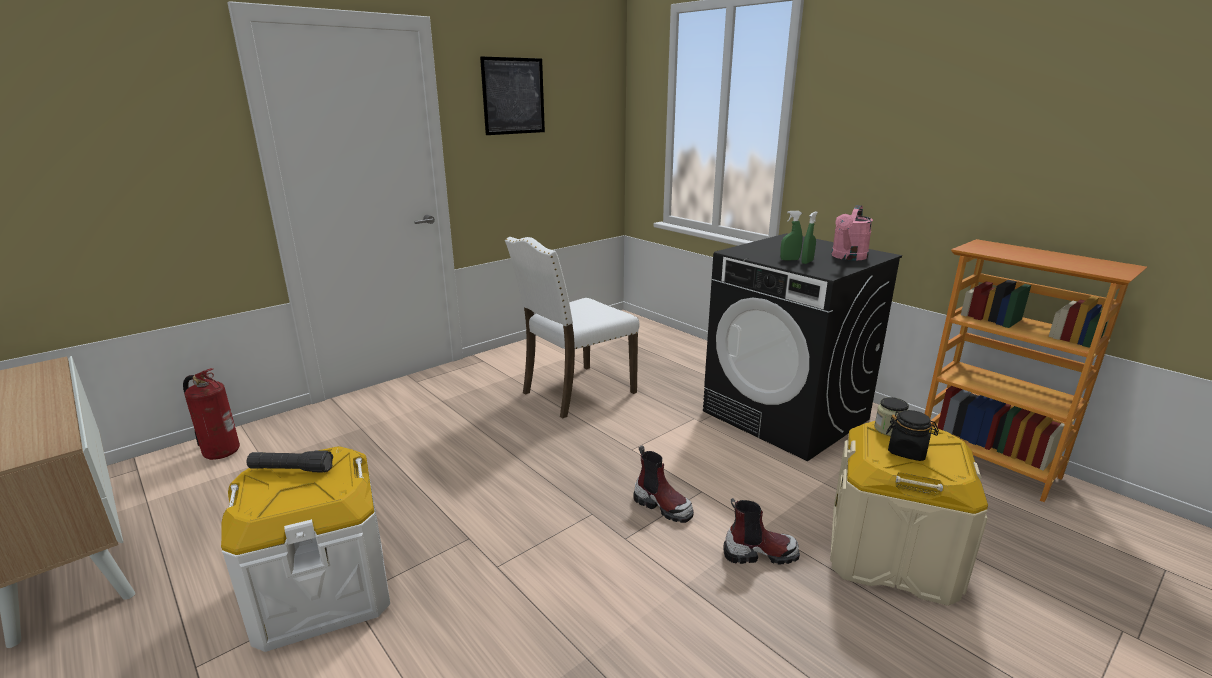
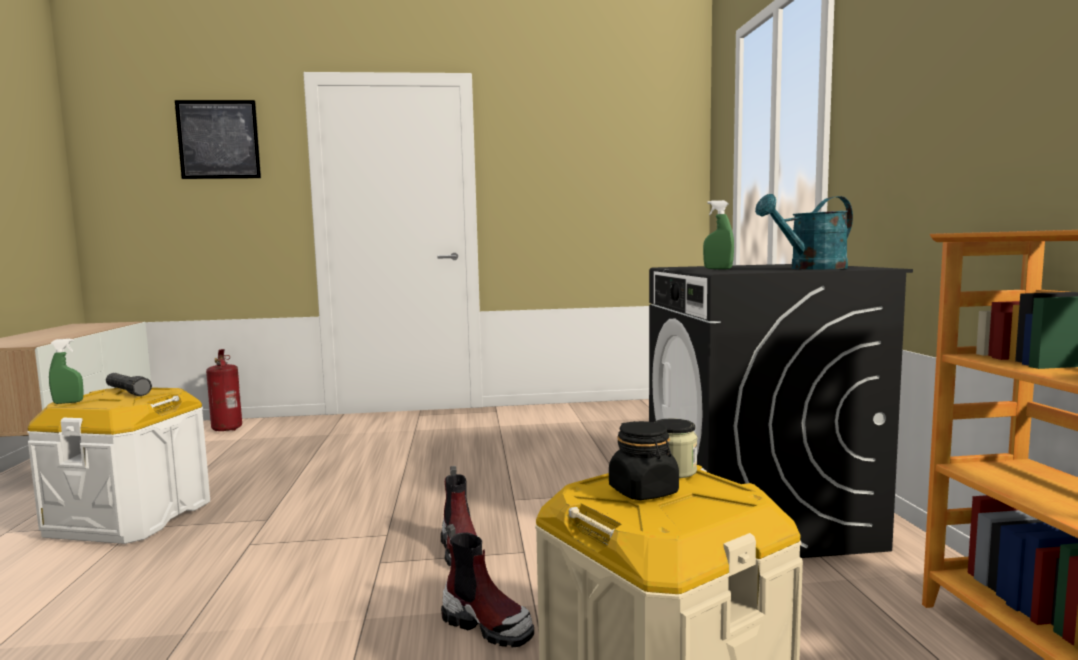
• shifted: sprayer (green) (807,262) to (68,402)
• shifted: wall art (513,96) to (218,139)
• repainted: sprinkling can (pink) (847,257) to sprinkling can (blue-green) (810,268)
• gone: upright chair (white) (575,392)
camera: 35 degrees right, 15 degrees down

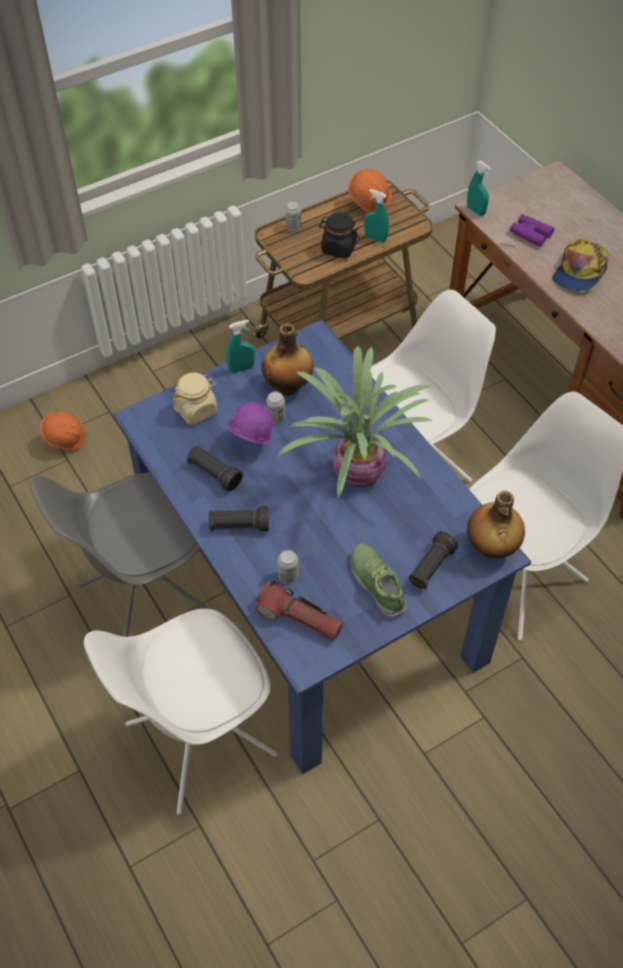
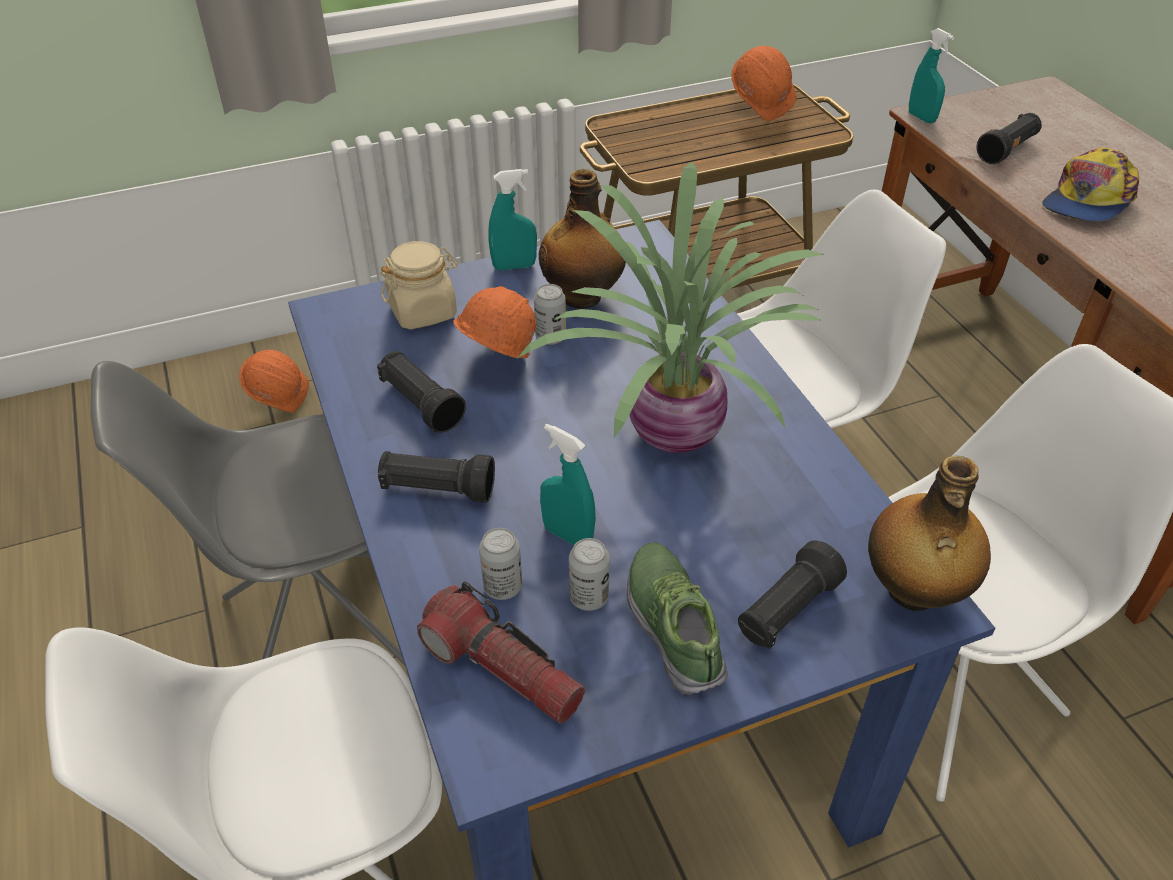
• repainted: work helmet (purple-coloured) (249,443) to work helmet (orange-coloured) (496,366)
• shifted: sprayer (blue-green) (375,238) to (567,535)
• shifted: can (293,227) to (589,597)
• swapped: pair of binoculars (purple-coloured) (530,234) to hand torch (black-coloured) (1007,150)
• gone: storage jar (black-coloured) (338,248)
camera: 10 degrees right, 10 degrees down

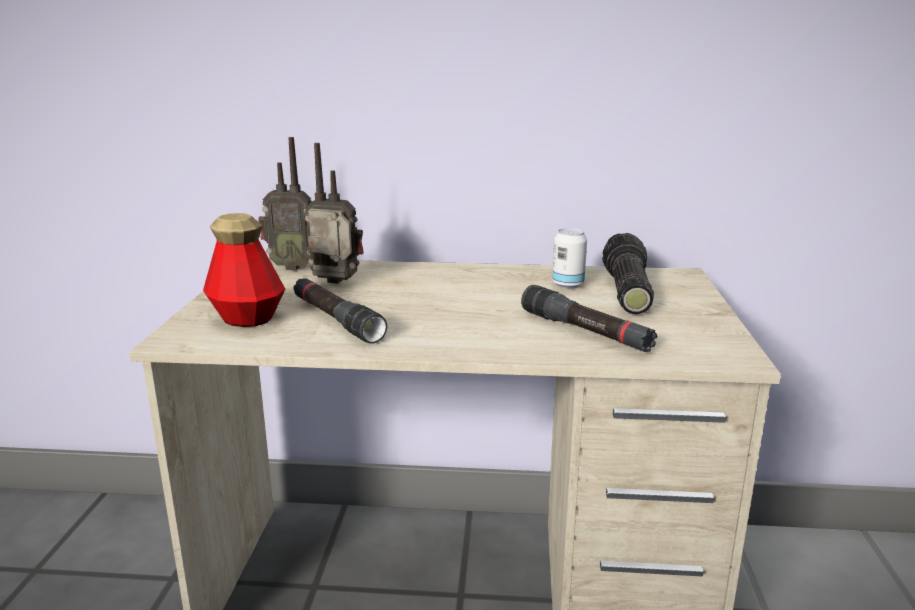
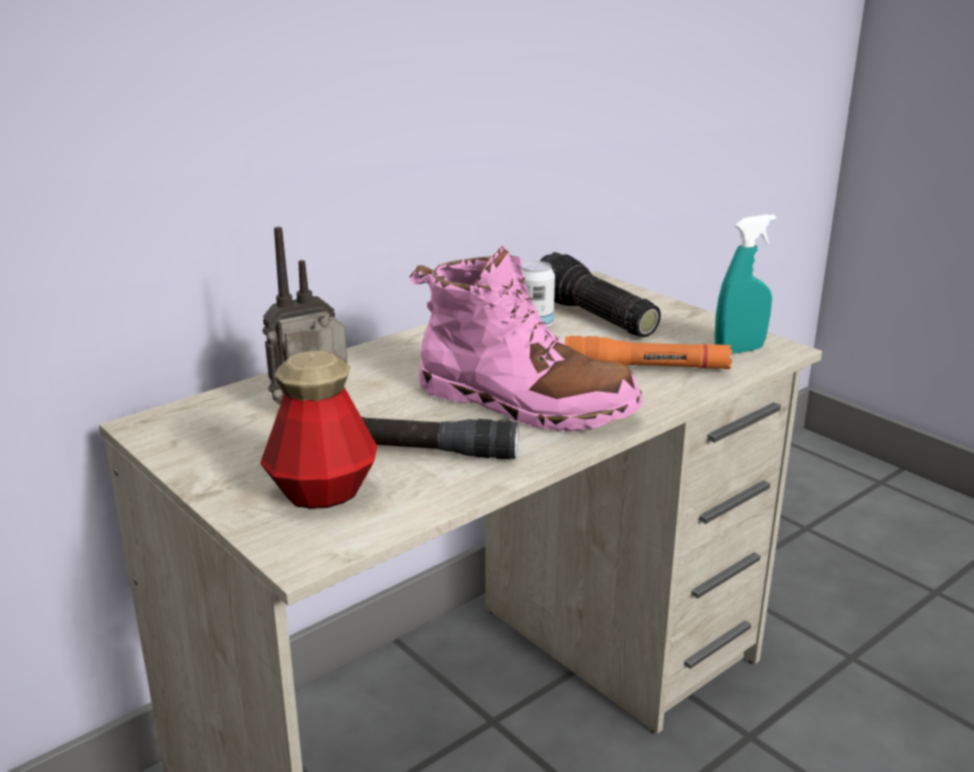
• new: high-top boot (pink) (524,403)
• repainted: hand torch (black-coloured) (585,331) to hand torch (orange-coloured) (646,369)
• new: sprayer (blue-green) (739,350)
• gone: radio set (292,267)
camera: 45 degrees left, 5 degrees up

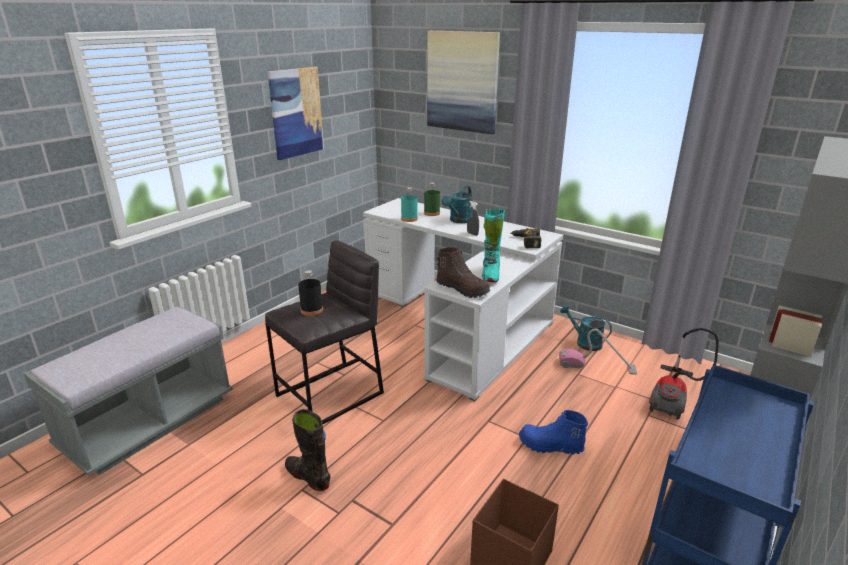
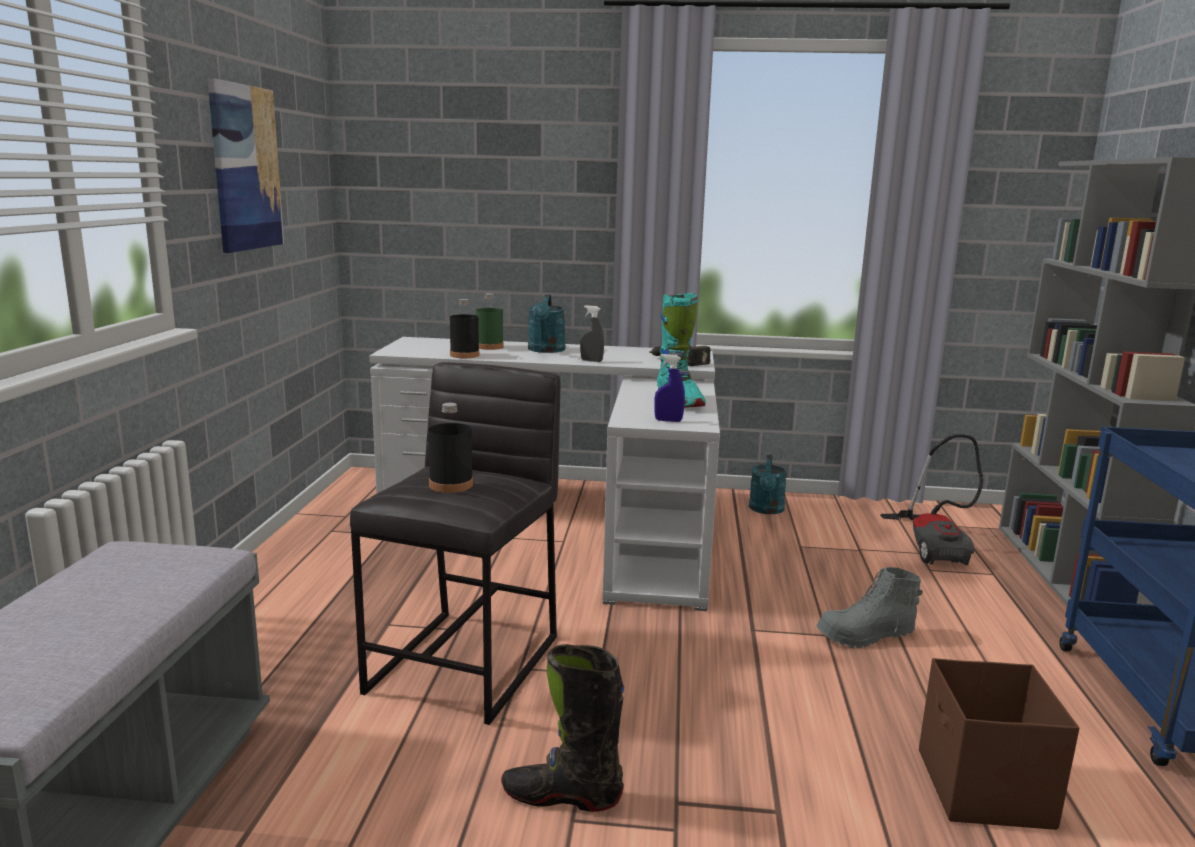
• repainted: beverage bottle (blue-green) (409,219) to beverage bottle (black-coloured) (464,355)
• swapped: high-top boot (brown) (463,289) to sprayer (blue-coloured) (668,420)
• rotated: sprinkling can (blue-green) (584,342) = (766,510) 90 degrees counterclockwise
• repainted: high-top boot (blue-coloured) (550,446) to high-top boot (greyish) (866,636)
• gone: wall art (462,82)
• gone: vacuum cleaner (596,366)
camera: 30 degrees left, 10 degrees down

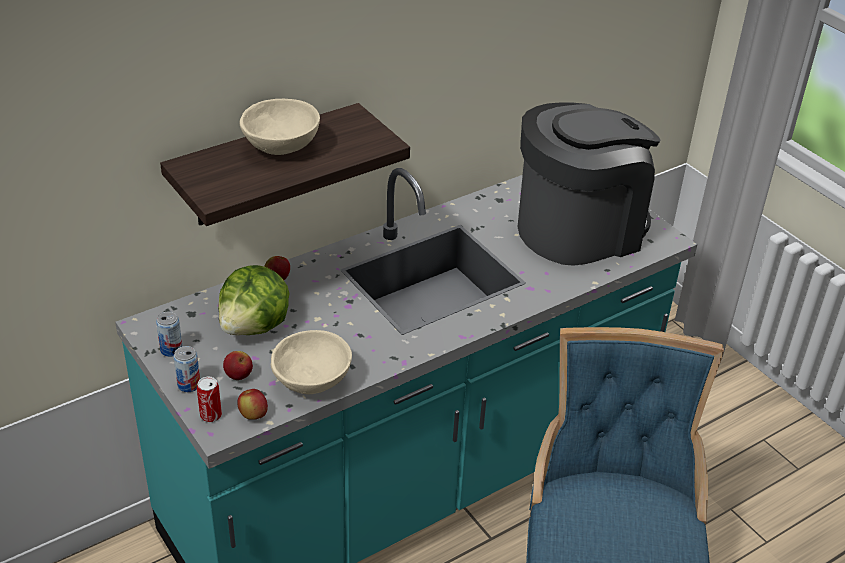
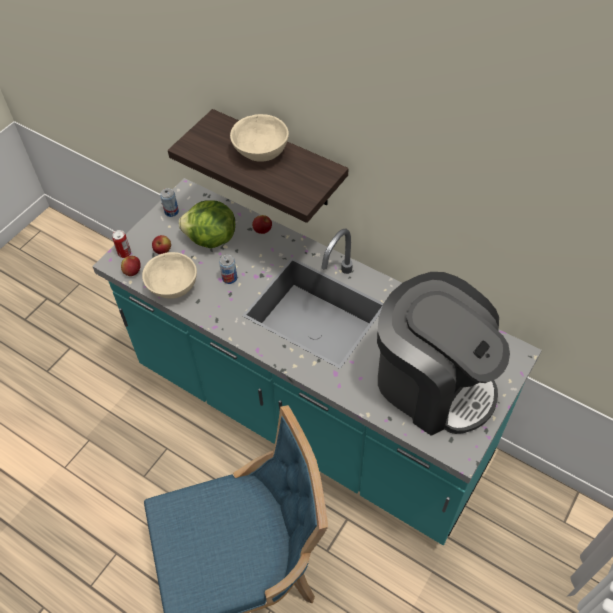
• shifted: can (189,385) to (229,278)
camera: 70 degrees right, 15 degrees up

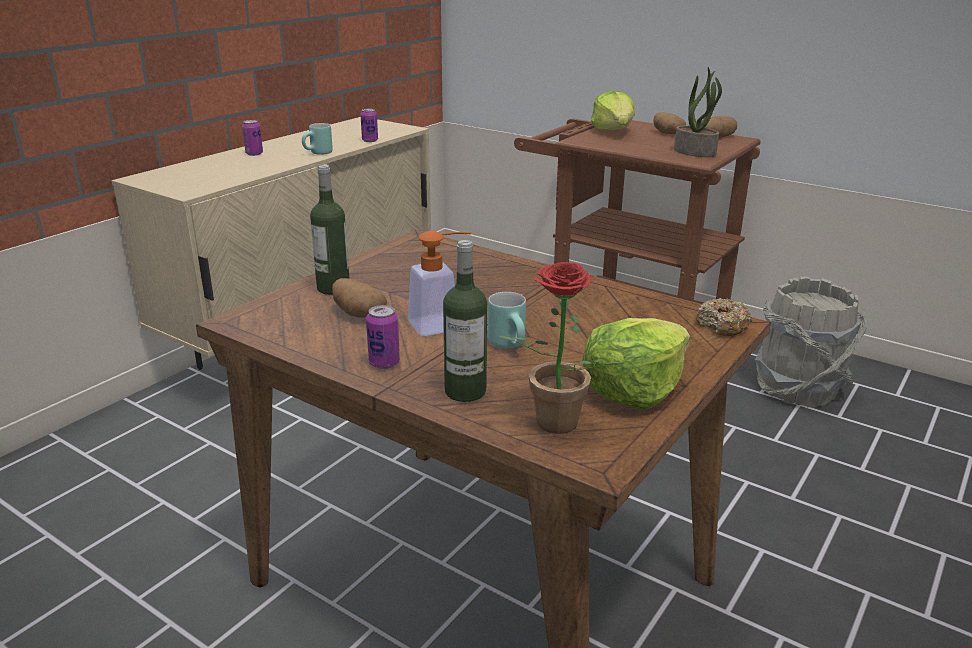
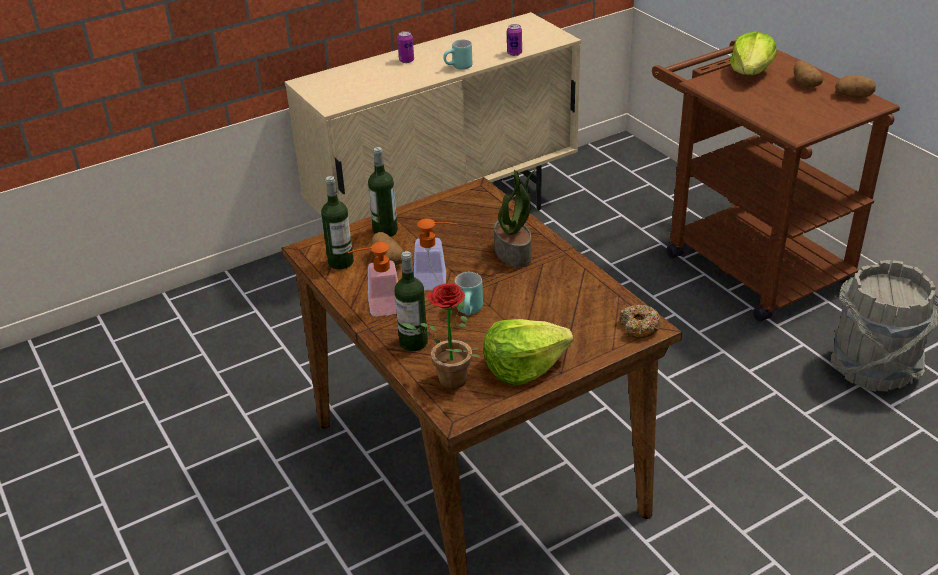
• new: beverage bottle (340,262)
• swapped: can (384,363) to liquid soap bottle (378,307)
• shifted: plant in a pot (695,152) to (514,253)
camera: 25 degrees right, 10 degrees up

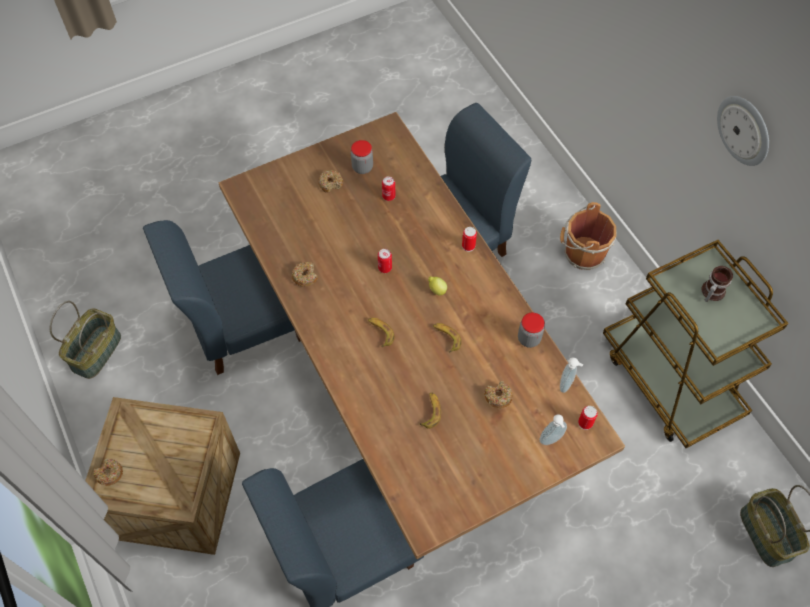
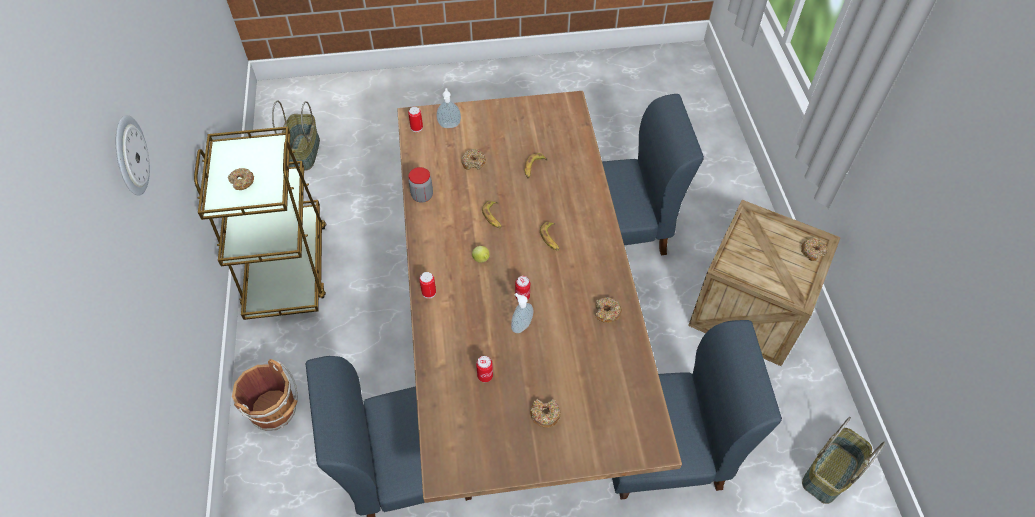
• swapped: tea mug (711,292) to doughnut (242,182)
• shifted: liquid soap bottle (566,384) to (521,325)
• gone: storage jar (362,167)
camera: 160 degrees left, 5 degrees down

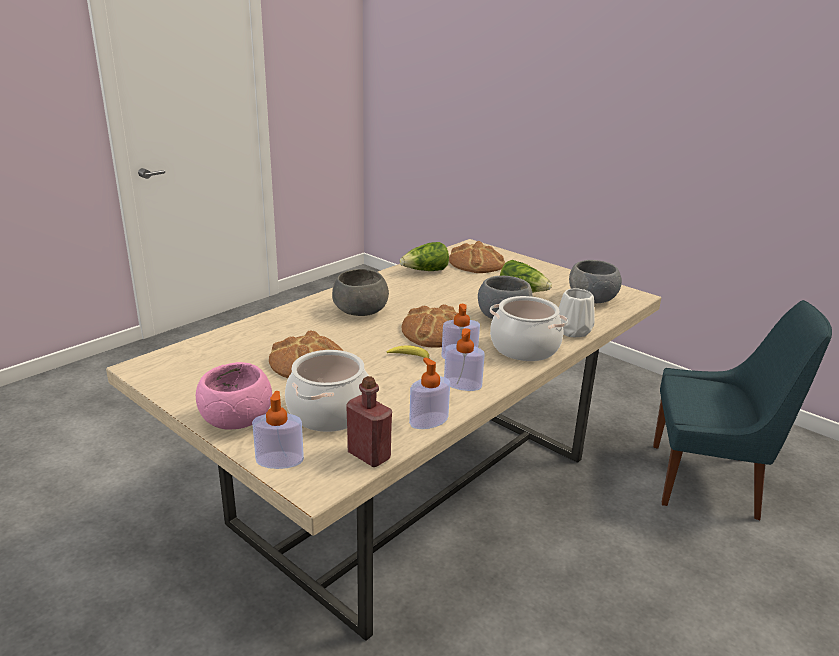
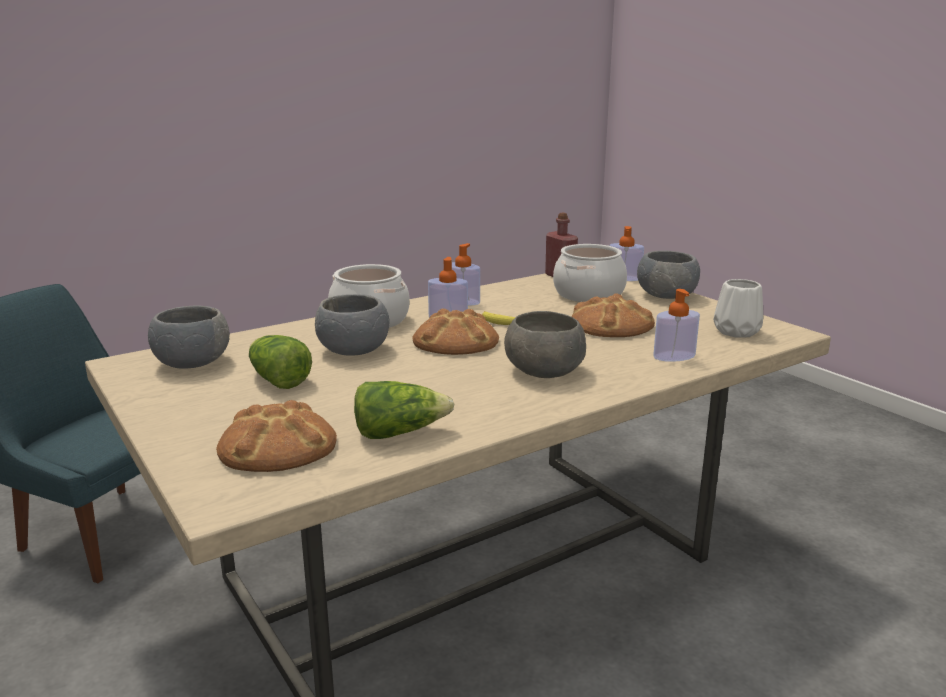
• repainted: deep dish (pink) (236,419) to deep dish (greyish) (666,296)
• shifted: liquid soap bottle (429,421) to (674,356)
• shifted: vase (white) (573,331) to (736,331)
camera: 165 degrees left, 5 degrees down

